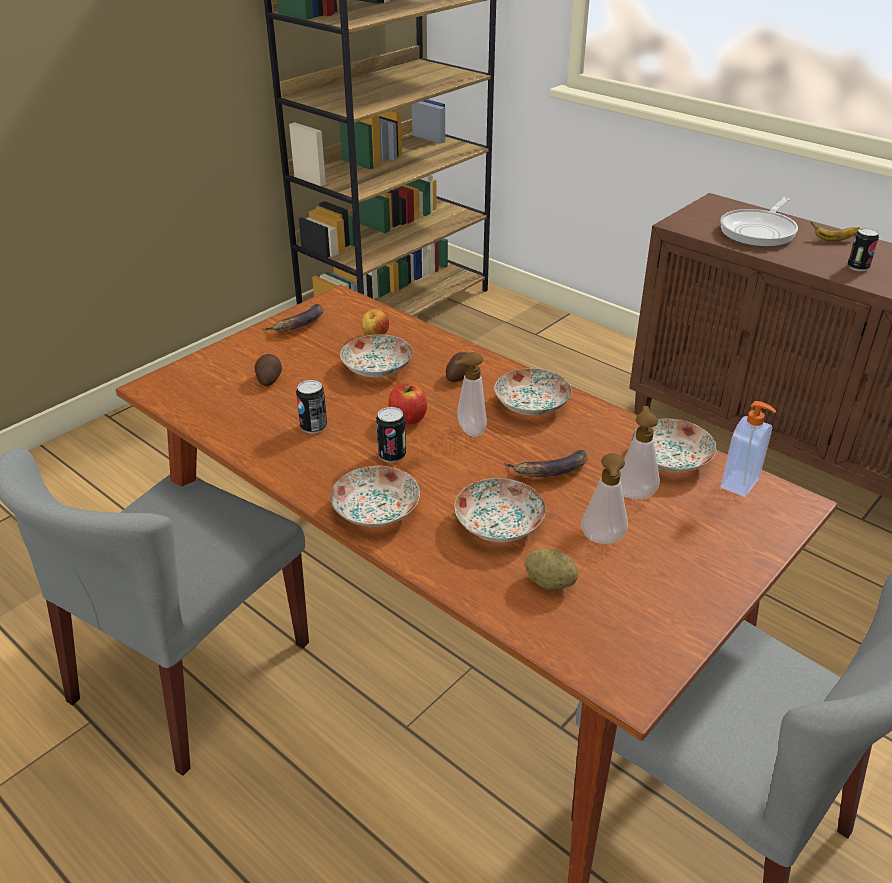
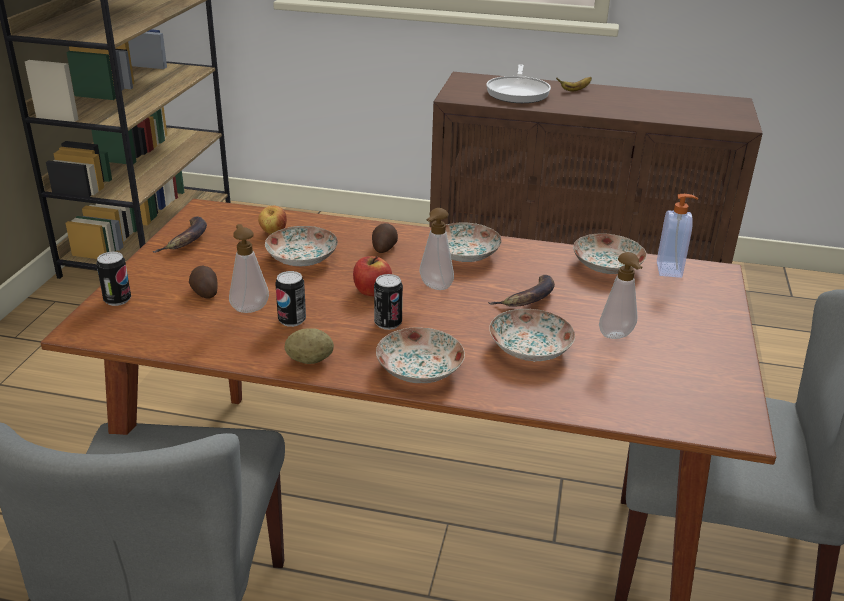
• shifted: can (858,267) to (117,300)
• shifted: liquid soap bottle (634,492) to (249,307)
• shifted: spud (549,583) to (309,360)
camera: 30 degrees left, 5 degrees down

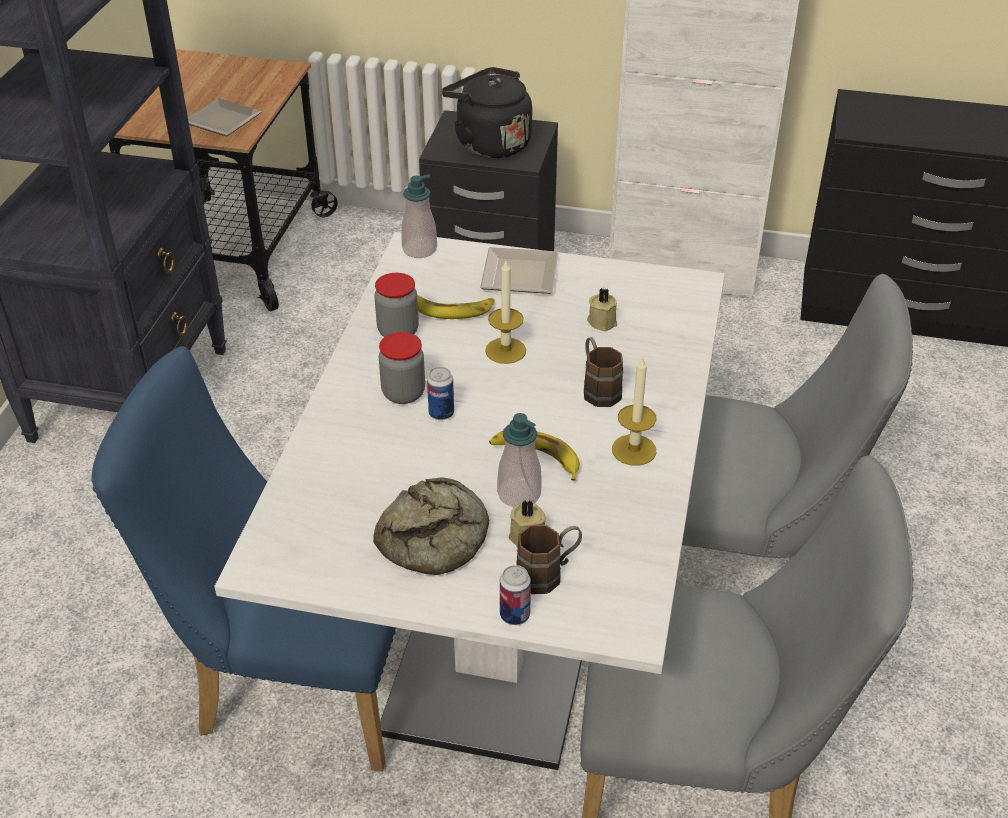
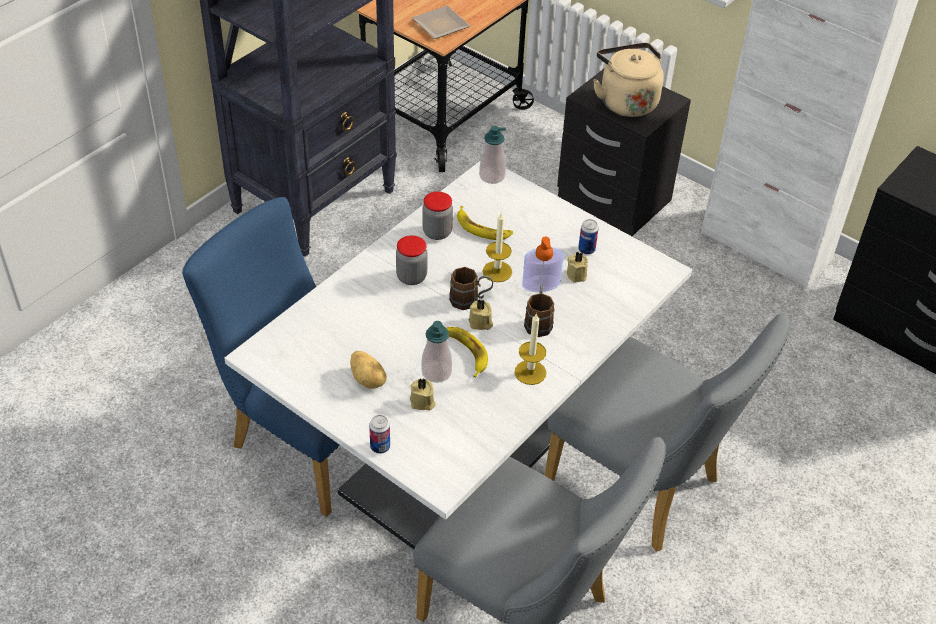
• swapped: bread (437,536) to spud (368,379)
• shifted: tea mug (brown) (548,573) to (470,300)
• new: wax light (beige) (480,323)
• new: liquid soap bottle (541,283)
• shifted: can (441,413) to (586,249)
• repainted: water kettle (black-coloured) (489,143) to water kettle (beige) (626,101)
• gone: flat dish (517,273)
camera: 25 degrees right, 5 degrees up

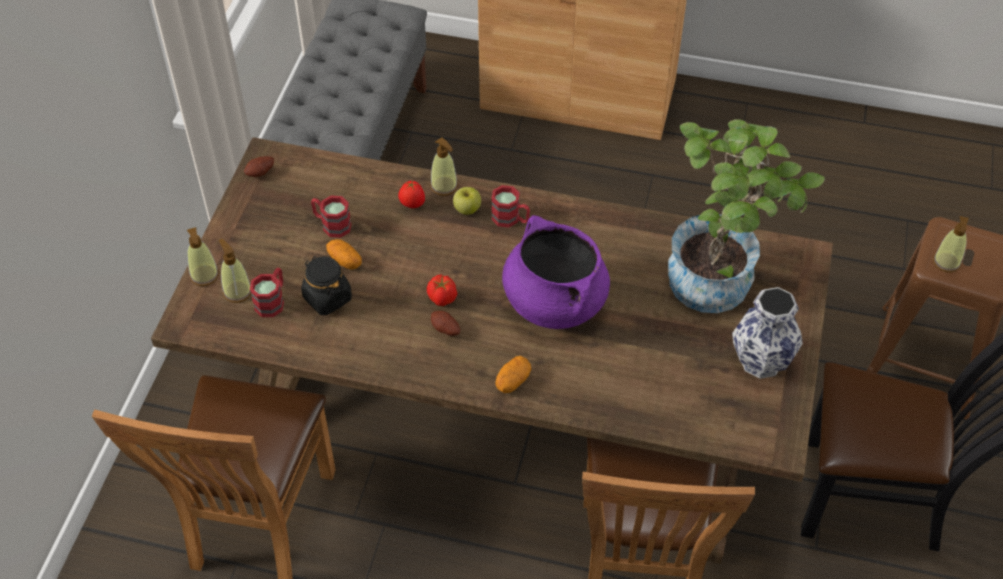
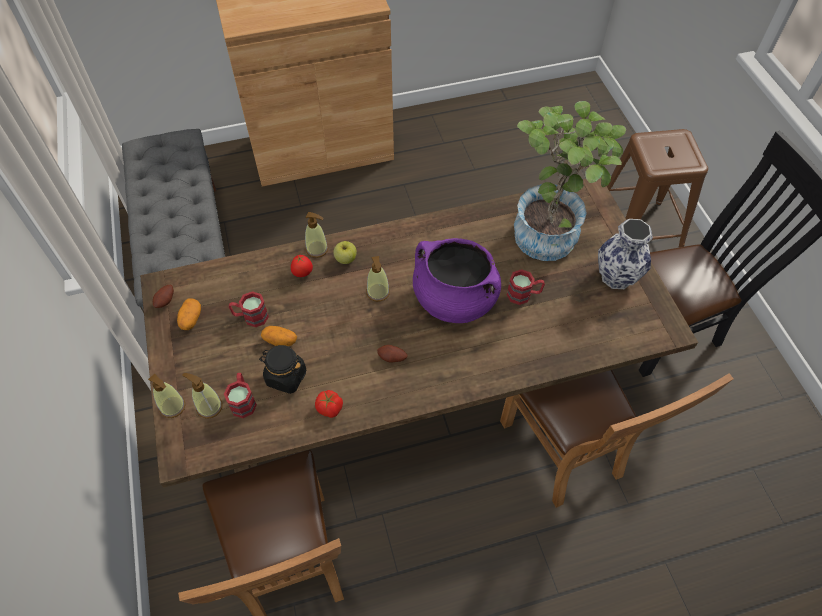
• shifted: spud (512,381) to (191,319)
• shifted: whole tomato (442,298) to (330,409)
• shifted: liquid soap bottle (946,262) to (378,292)
• shifted: tea mug (reddish) (511,219) to (524,295)
camera: 30 degrees left, 5 degrees up

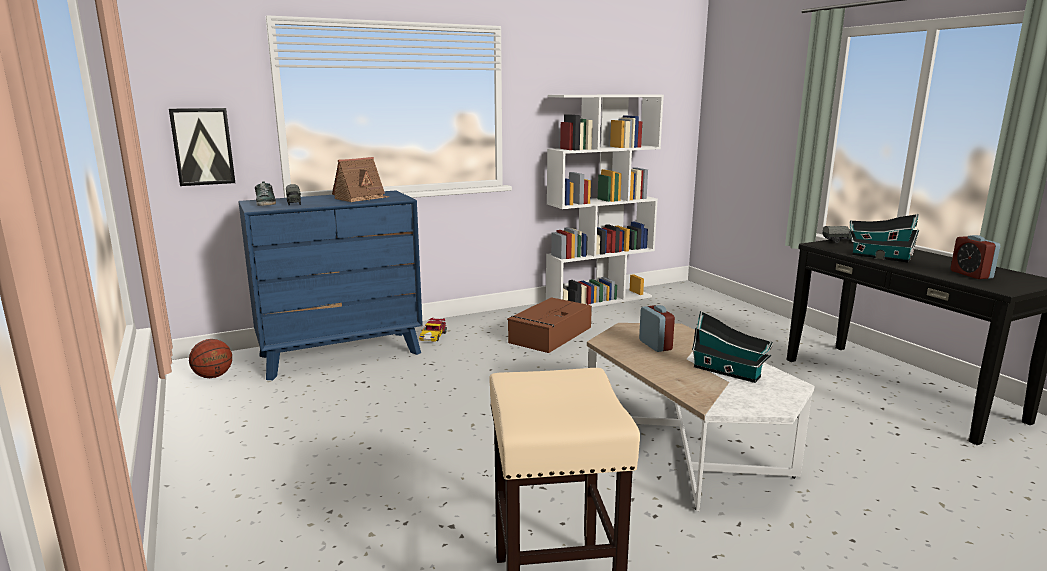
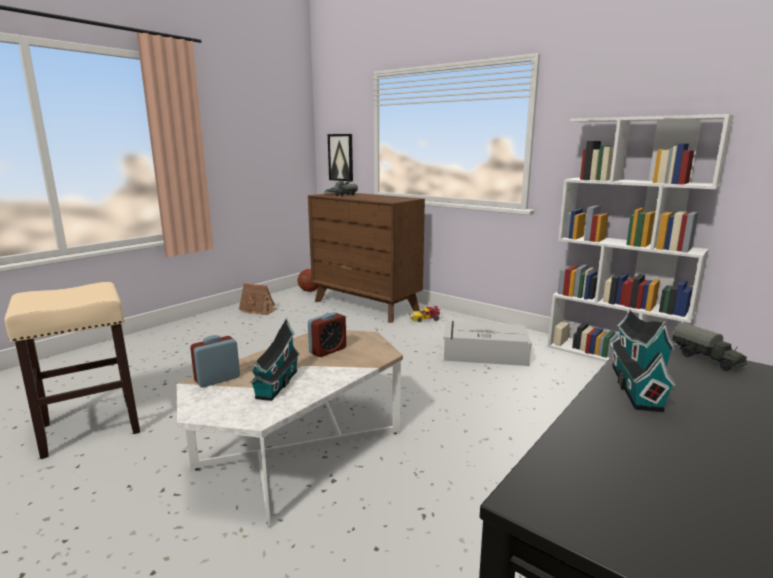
• shifted: alarm clock (971,274) to (217,379)
• shifted: model house (361,198) to (258,310)
• repainted: chest of drawers (blue-coloured) (341,354) to chest of drawers (brown) (366,305)
• repainted: storage container (brown) (550,335) to storage container (greyish) (483,353)
camera: 65 degrees right, 0 degrees up

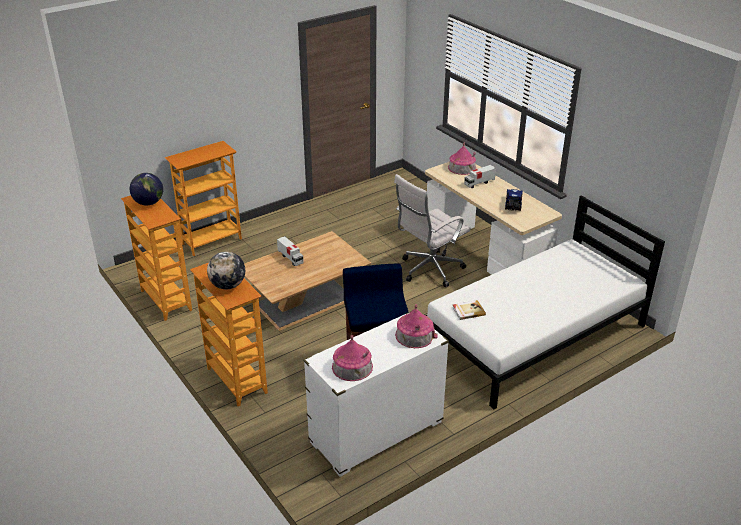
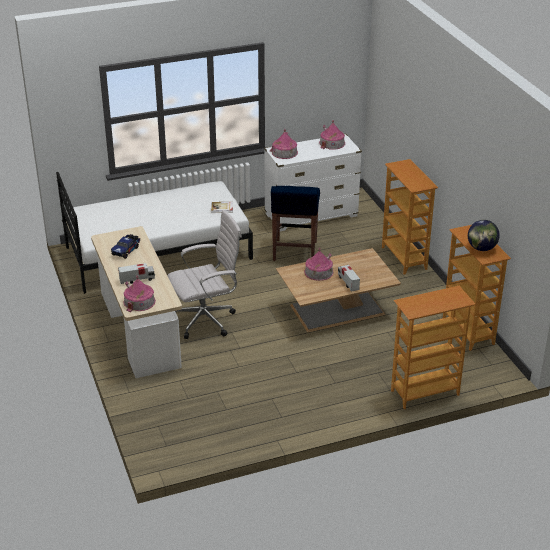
• new: model house (318,272)
• gone: globe (228,285)
camera: 165 degrees left, 0 degrees up

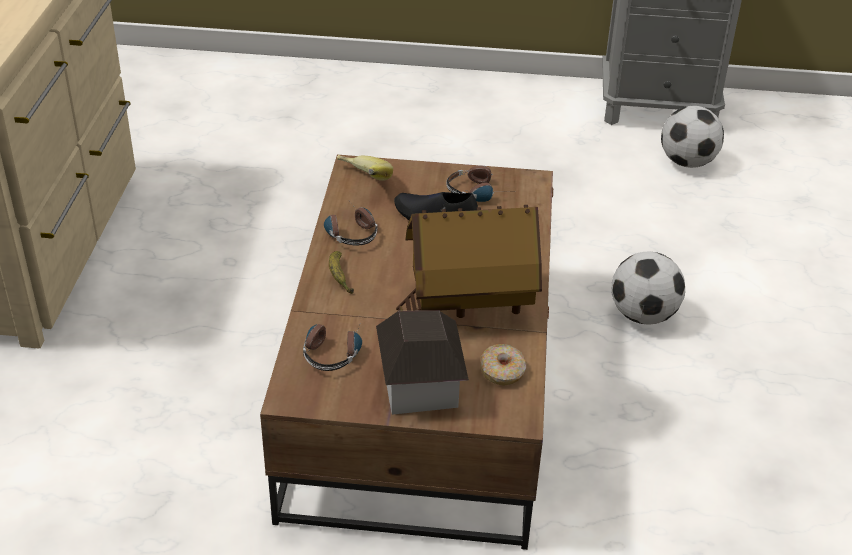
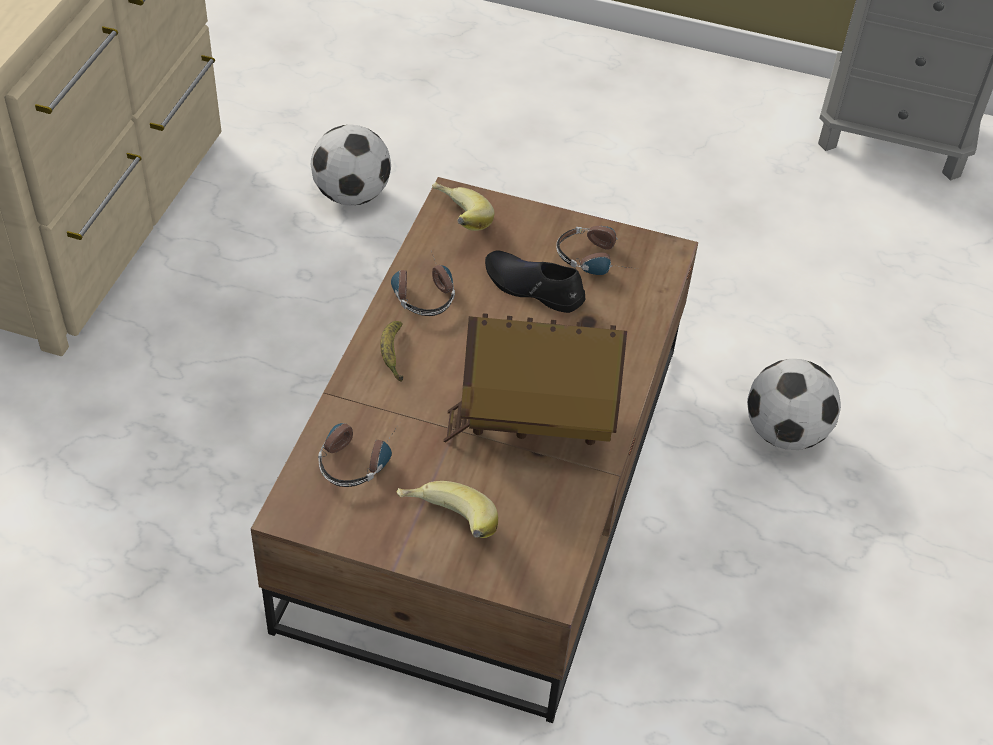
• shifted: football ball (687,162) to (352,195)
• swapped: model house (420,388) to banana (445,527)
• gone: doughnut (502,371)
camera: 10 degrees right, 10 degrees up

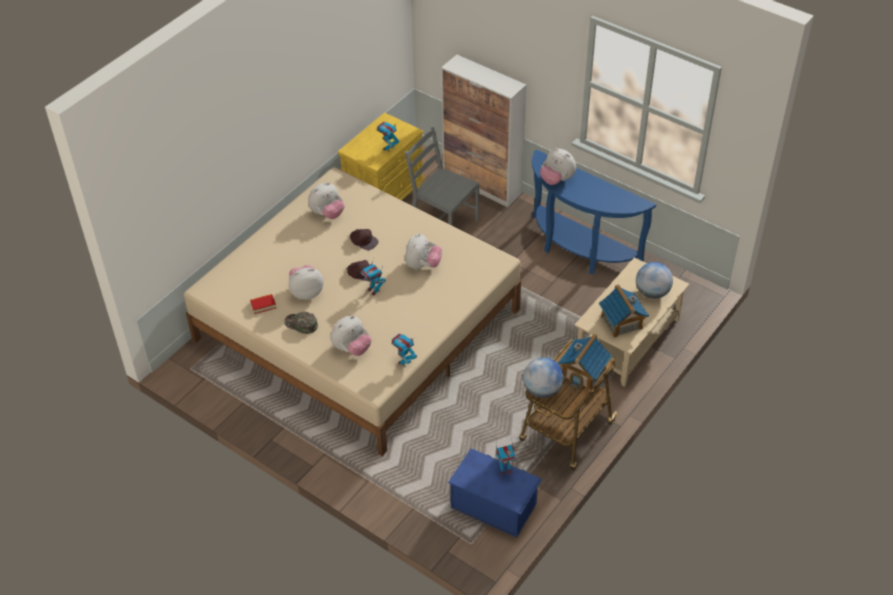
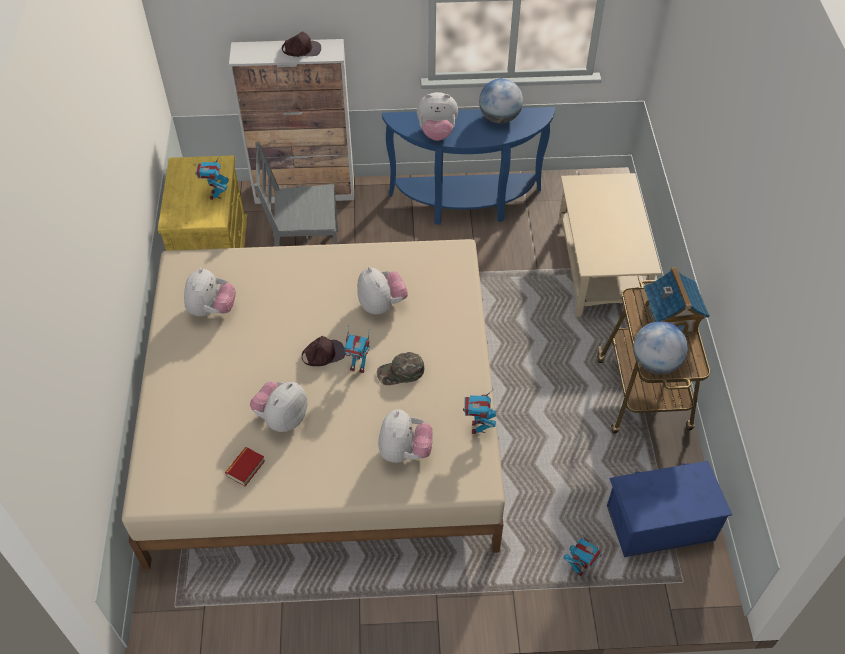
• shifted: peaked cap (brown) (363,240) to (302,49)
• shifted: peaked cap (green) (301,324) to (400,372)
• shifted: globe (652,293) to (499,118)
• shifted: robot figure (505,470) to (579,567)
• gone: model house (621,322)
camera: 40 degrees left, 5 degrees up

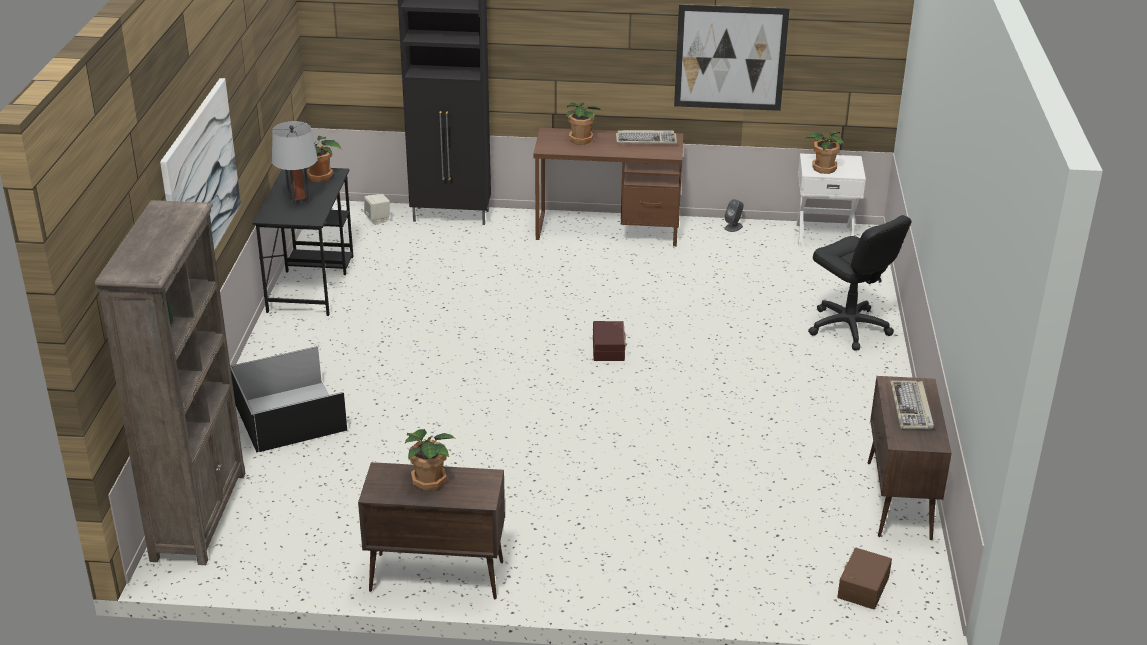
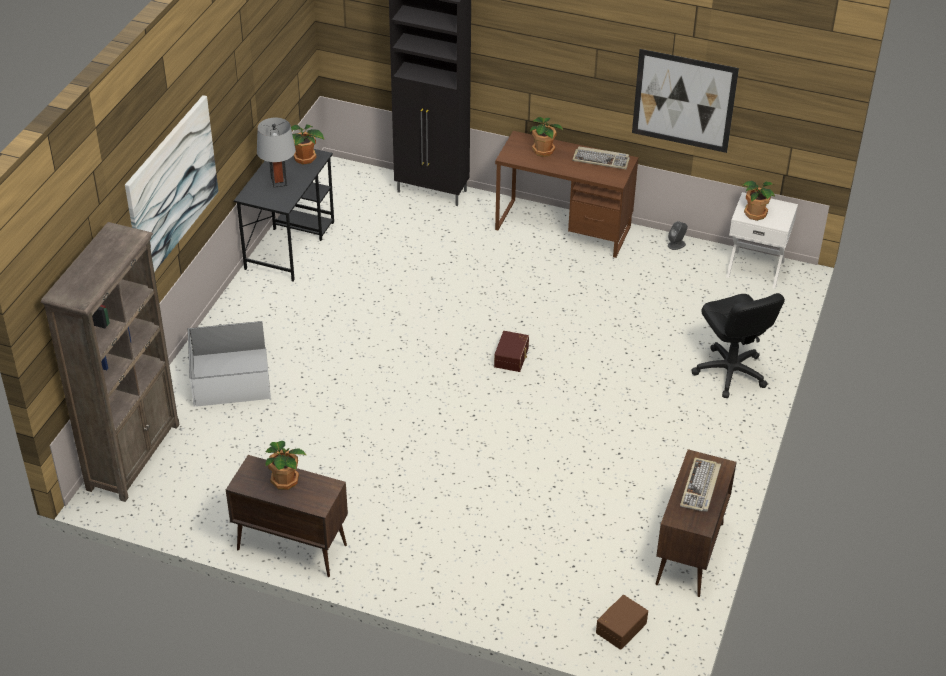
• repainted: storage container (black-coloured) (290,417) to storage container (white) (230,377)
• gone: audio speaker (beige) (378,219)
camera: 15 degrees right, 10 degrees up

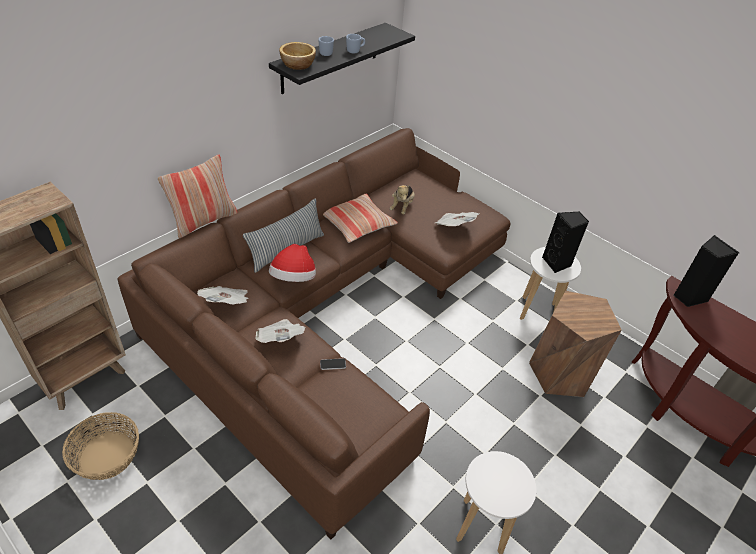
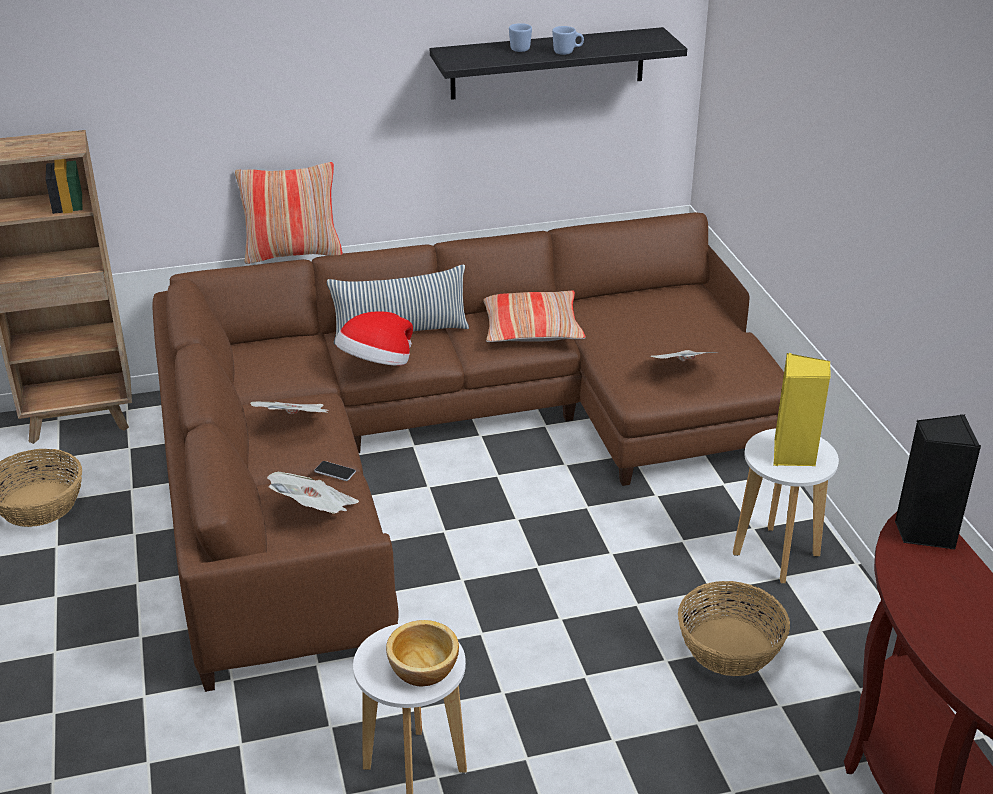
• shifted: daily paper (227,304) to (315,511)
• shifted: deep dish (298,64) to (424,669)
• swapped: stool (brown) (560,373) to storage basket (730,646)
• repainted: audio speaker (black-coloured) (557,263) to audio speaker (yellowish) (794,455)
• gone: plush toy (402,207)
camera: 35 degrees right, 10 degrees down

